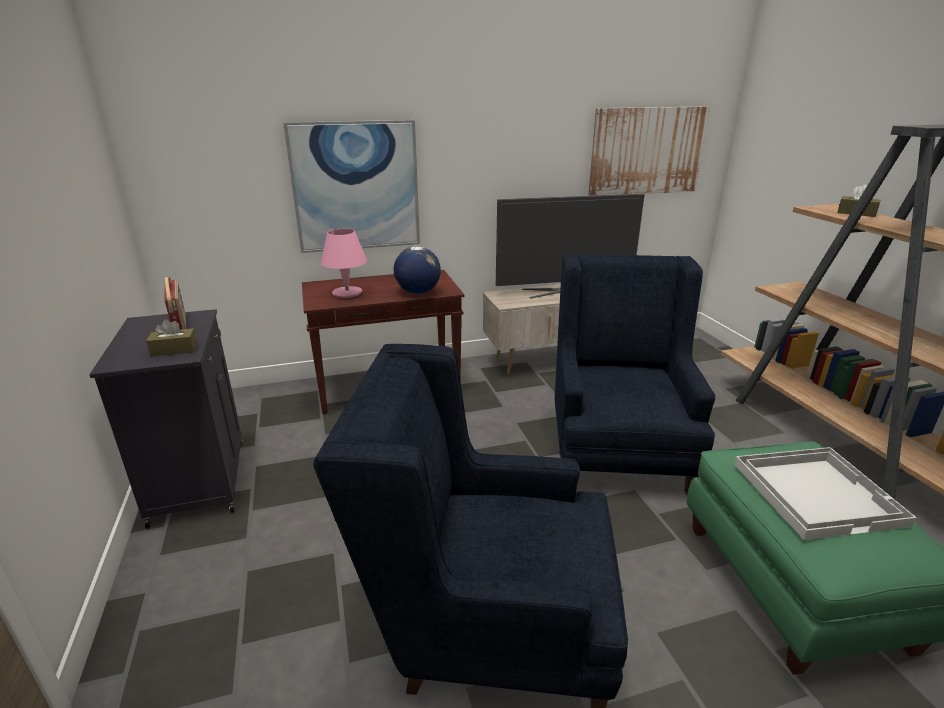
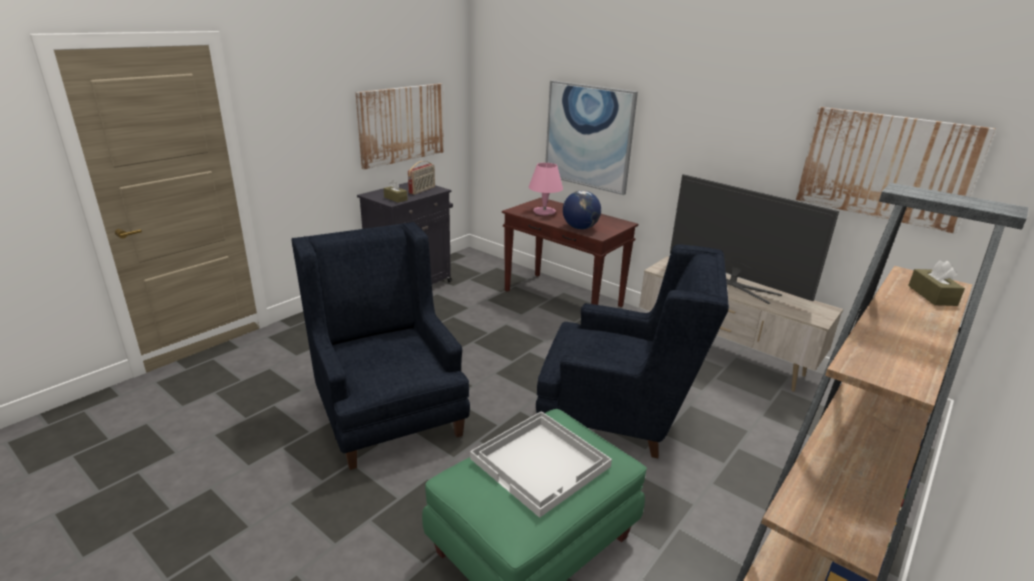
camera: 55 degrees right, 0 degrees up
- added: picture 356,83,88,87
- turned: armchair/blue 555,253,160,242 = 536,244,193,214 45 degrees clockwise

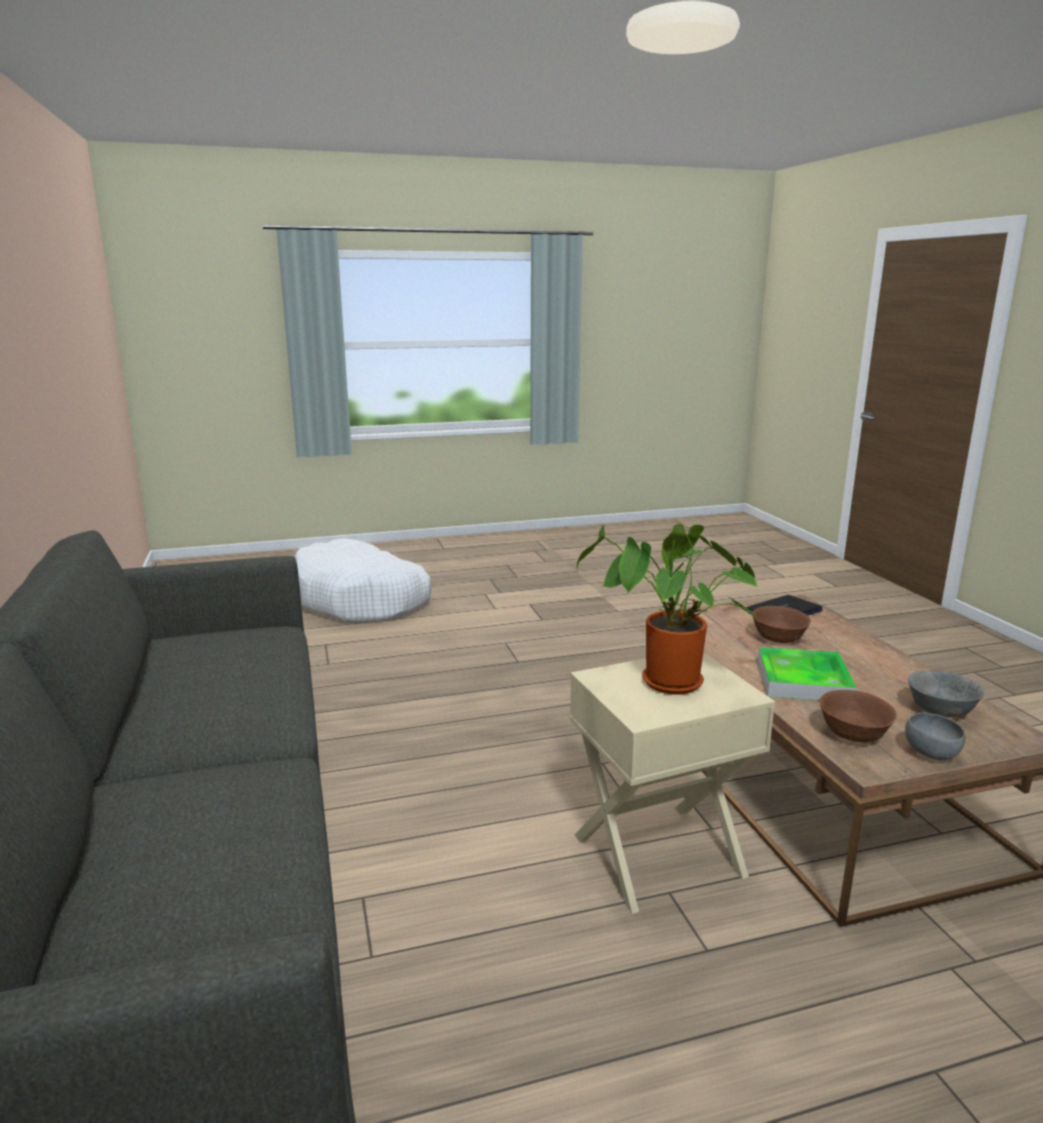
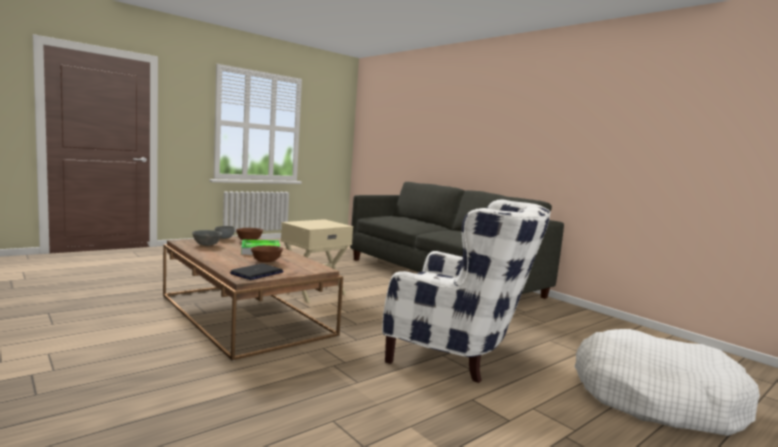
camera: 155 degrees right, 10 degrees down
- added: armchair/white 382,199,169,184
- removed: potted plant 577,524,183,171

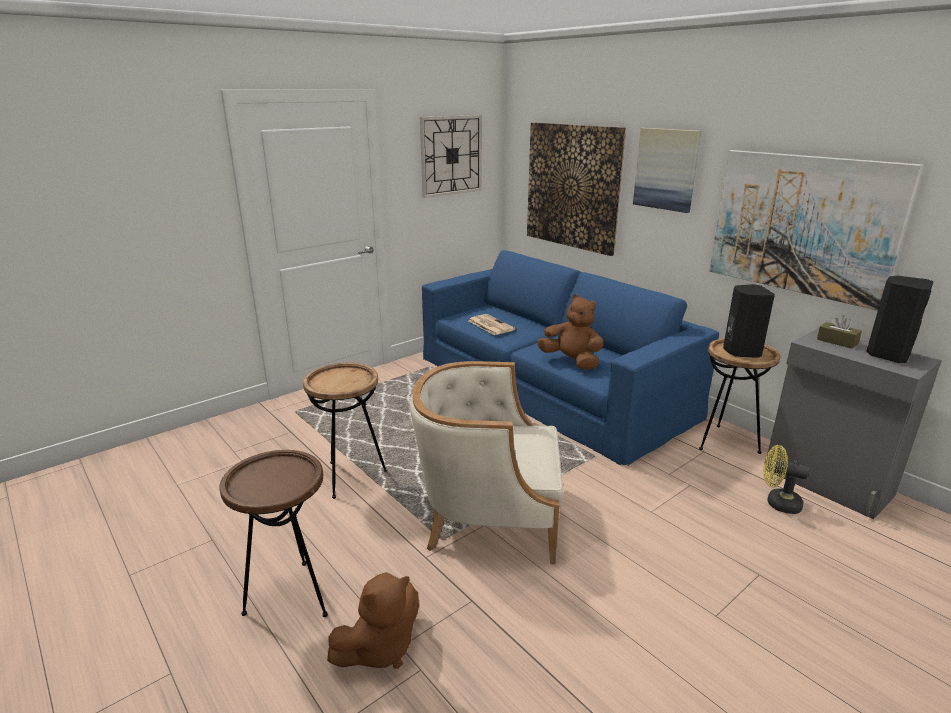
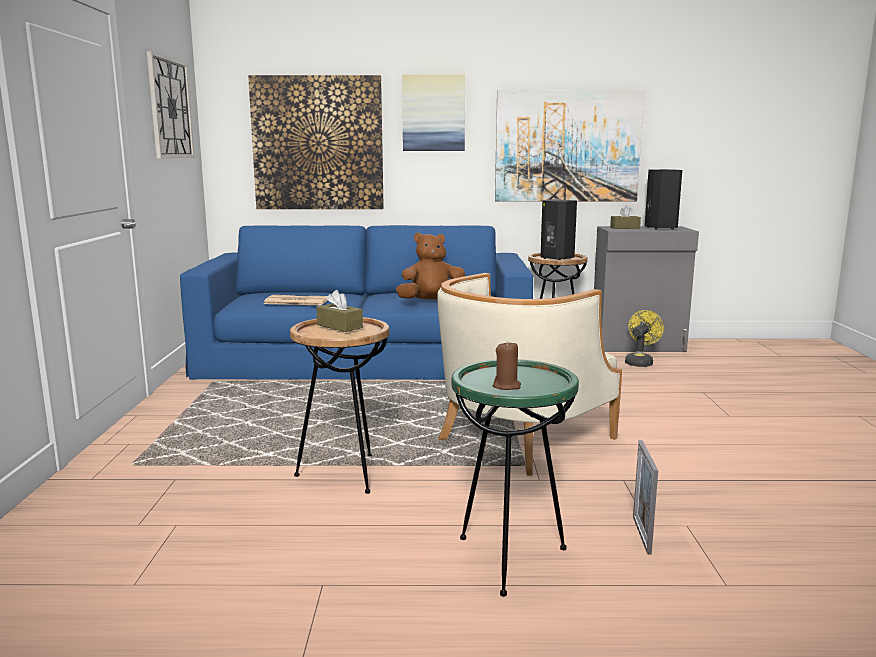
camera: 50 degrees left, 10 degrees down
- added: tissue box/brown 316,290,47,42
- recoloured: side table/brown 219,450,109,167 to side table/green 451,359,128,238
- added: candle/brown 493,341,28,49
- turned: fan/yellow 764,445,46,69 = 625,310,39,57 150 degrees clockwise
- replaced: plush toy/brown 327,572,92,97 to picture frame 633,440,25,115

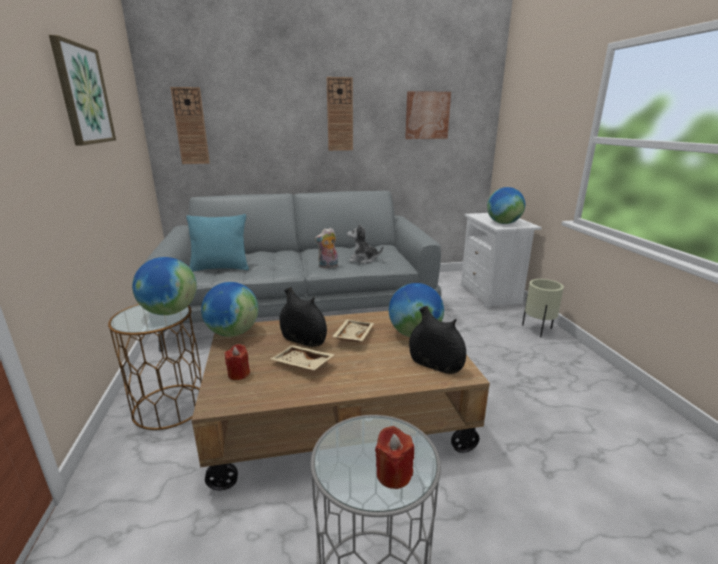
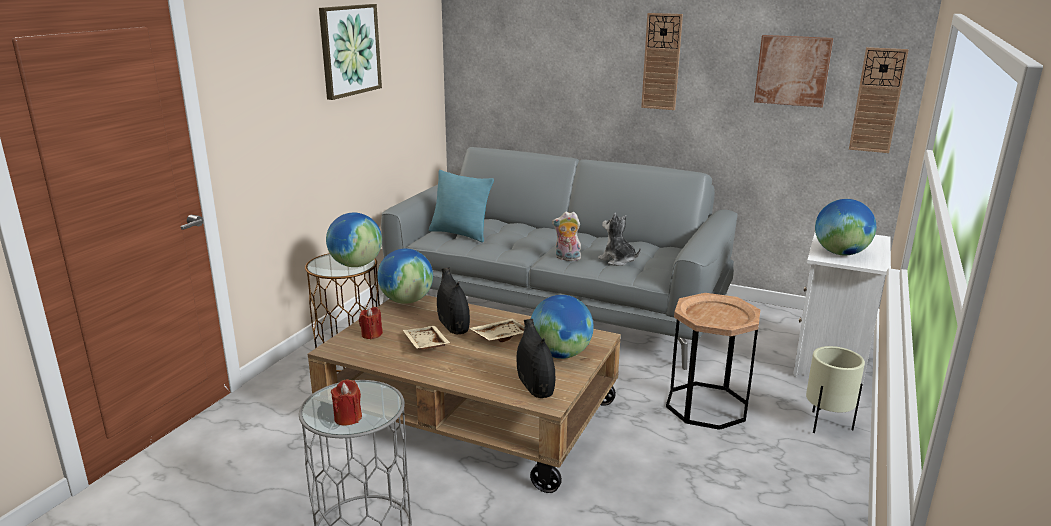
camera: 35 degrees right, 0 degrees up
- added: side table/brown 666,293,94,137
- moved: wall clock 170,87,40,77 to 849,47,60,106

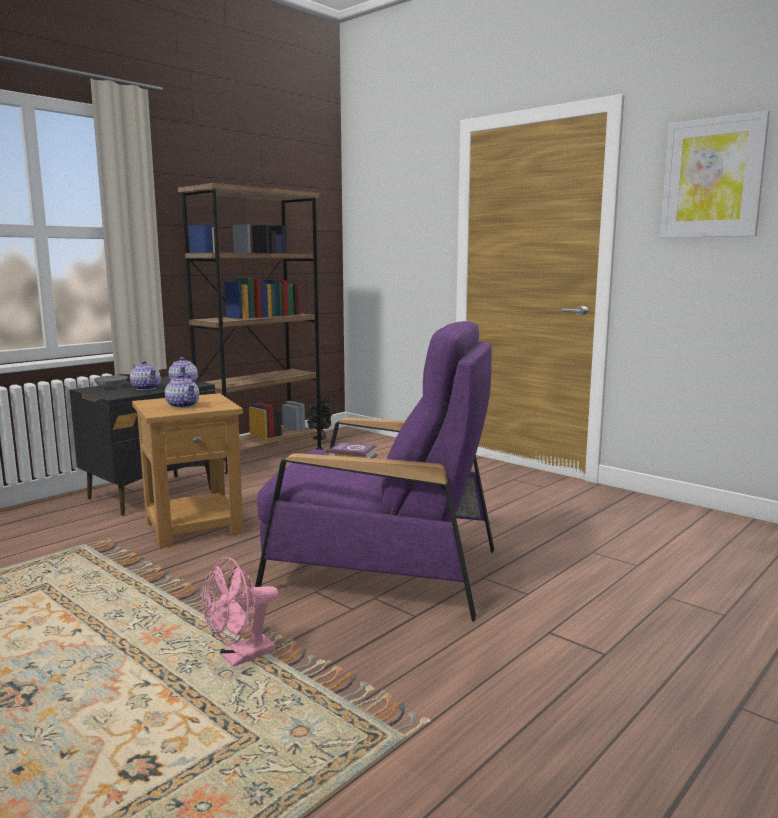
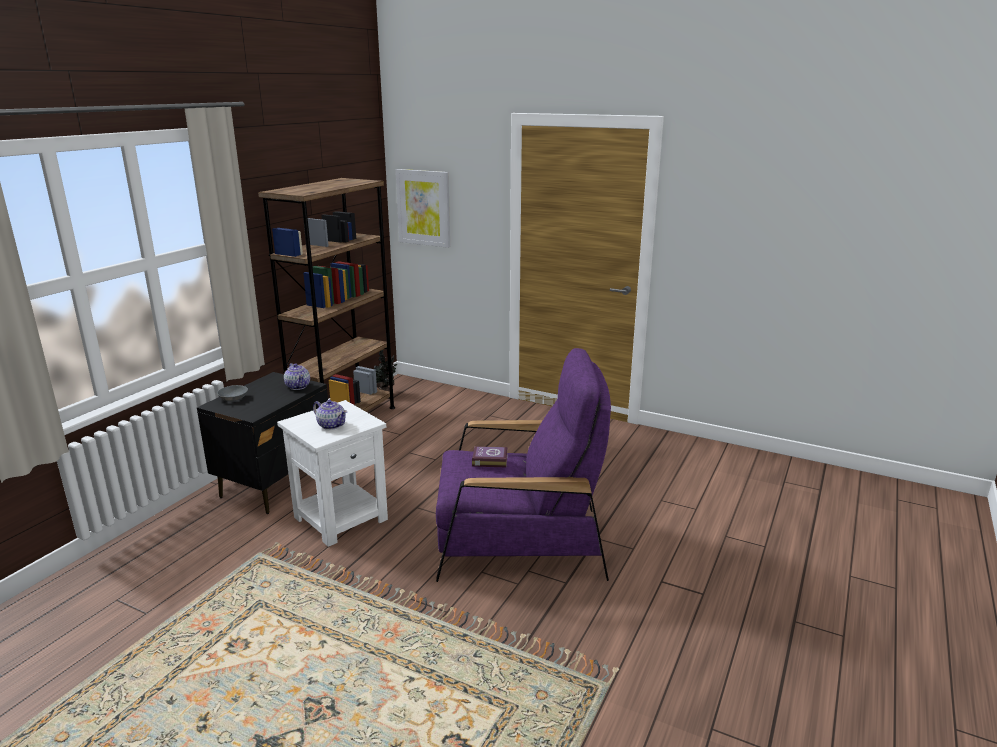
camera: 15 degrees left, 10 degrees up
- recoloured: side table/brown 132,393,111,155 to side table/white 277,400,111,147
- moved: picture 660,111,110,127 to 396,169,54,79
- removed: teapot 130,361,31,29
- removed: fan/pink 202,557,76,110

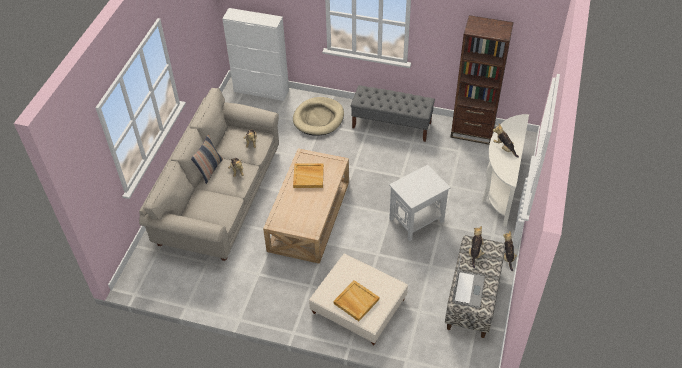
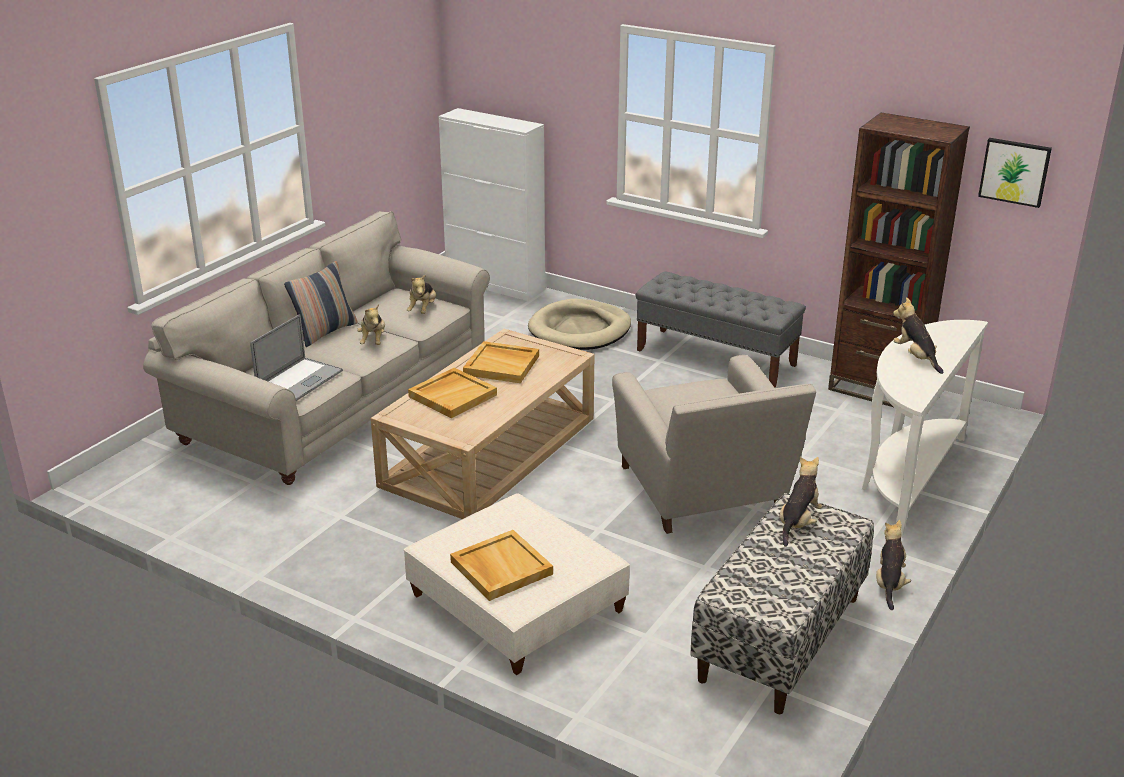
camera: 15 degrees right, 20 degrees down
- moved: laptop 452,255,33,53 to 250,314,93,87
- added: tray/beige 408,368,89,50
- replaced: side table/white 389,165,62,76 to armchair/beige 612,355,204,179
- added: picture 978,138,74,70

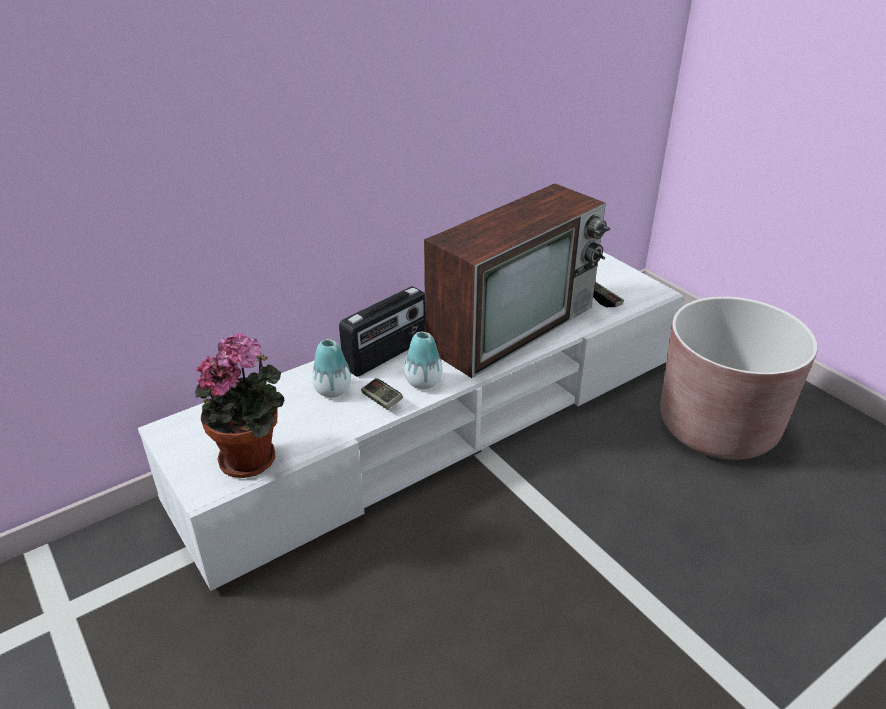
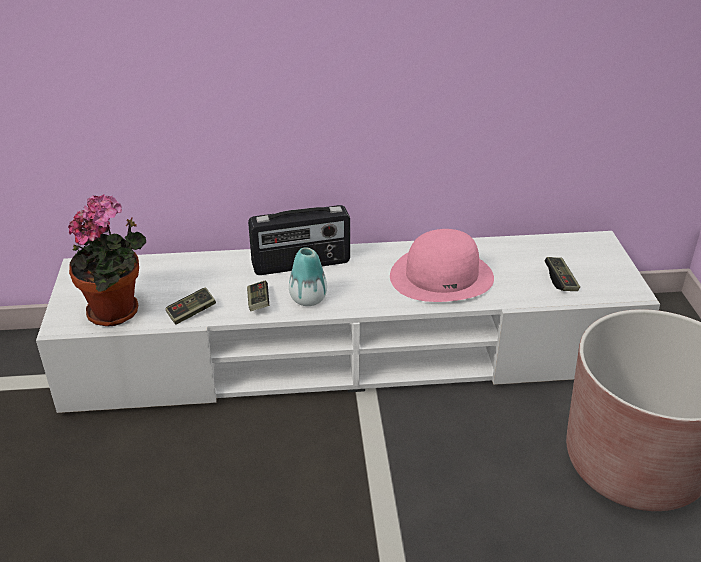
camera: 30 degrees right, 0 degrees up
- added: game controller 165,287,51,38
- replaced: television 424,184,186,194 to hat/pink 390,229,104,73
- removed: vase 312,339,39,59

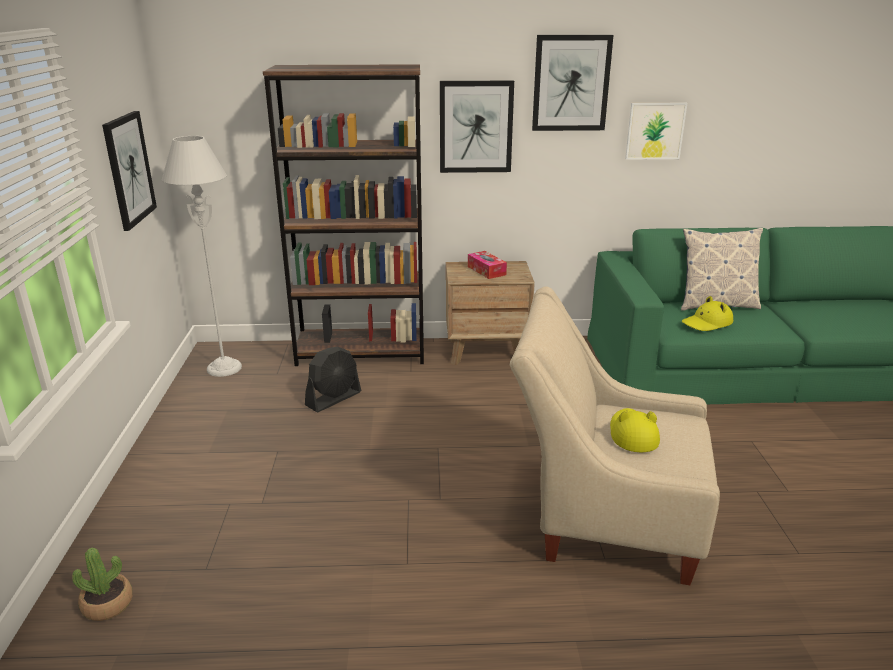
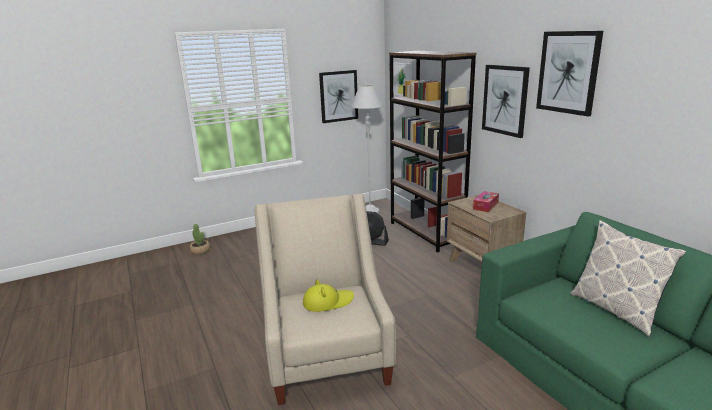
camera: 65 degrees right, 5 degrees down
- moved: picture 625,103,62,57 to 393,63,19,33
- removed: hat/yellow 682,296,51,35

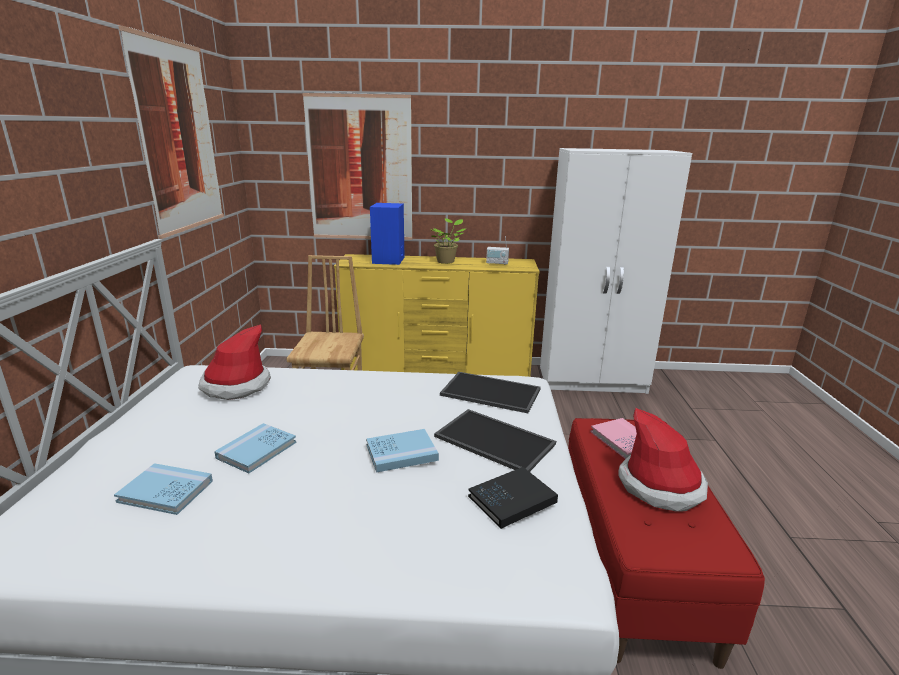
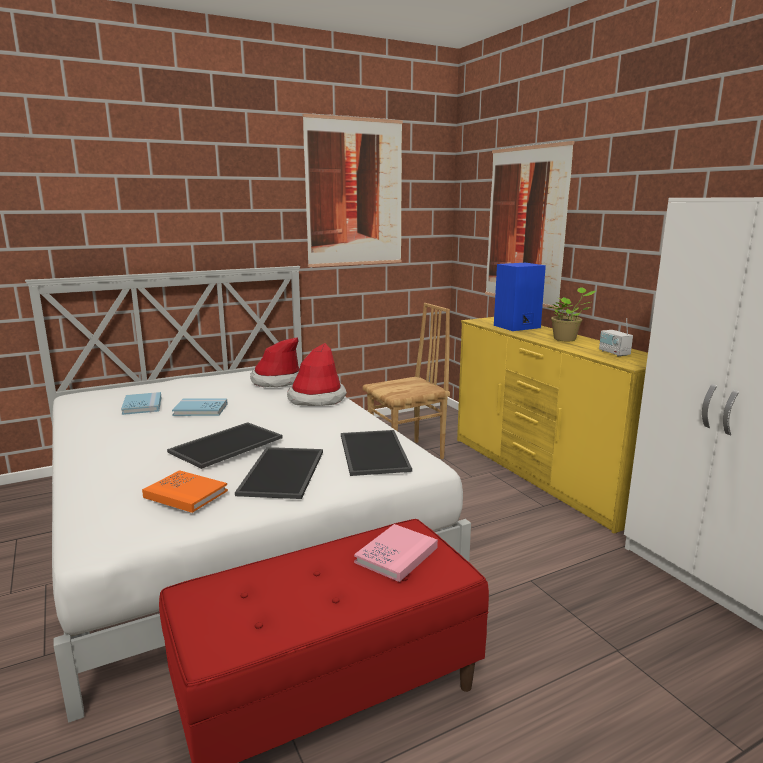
camera: 60 degrees right, 5 degrees down
- recoloured: book/black 468,467,90,62 to book/orange 142,470,86,43
- replaced: book/blue 366,429,73,44 to tray 167,422,116,47
- moved: hat 618,408,90,103 to 287,343,60,63

